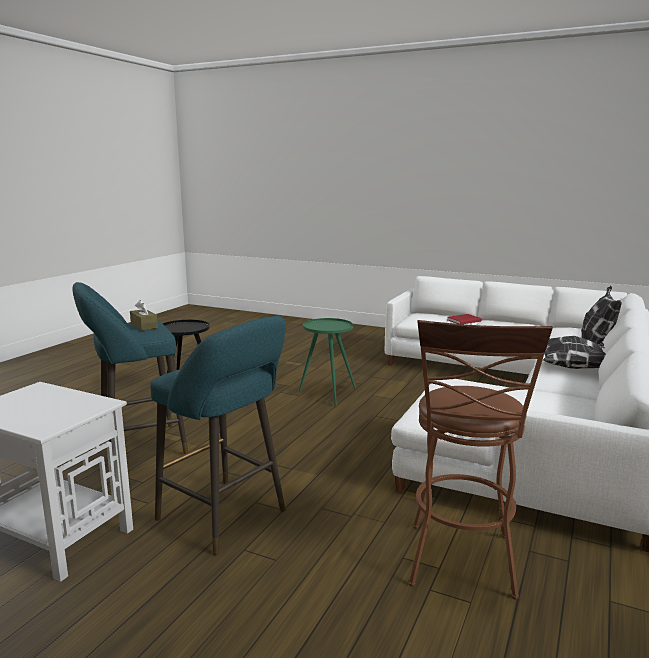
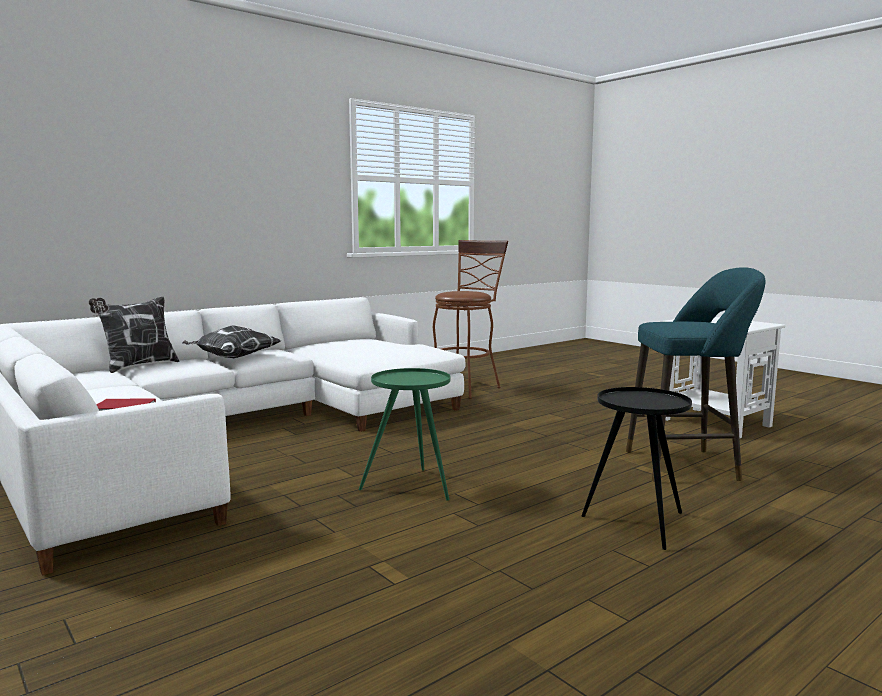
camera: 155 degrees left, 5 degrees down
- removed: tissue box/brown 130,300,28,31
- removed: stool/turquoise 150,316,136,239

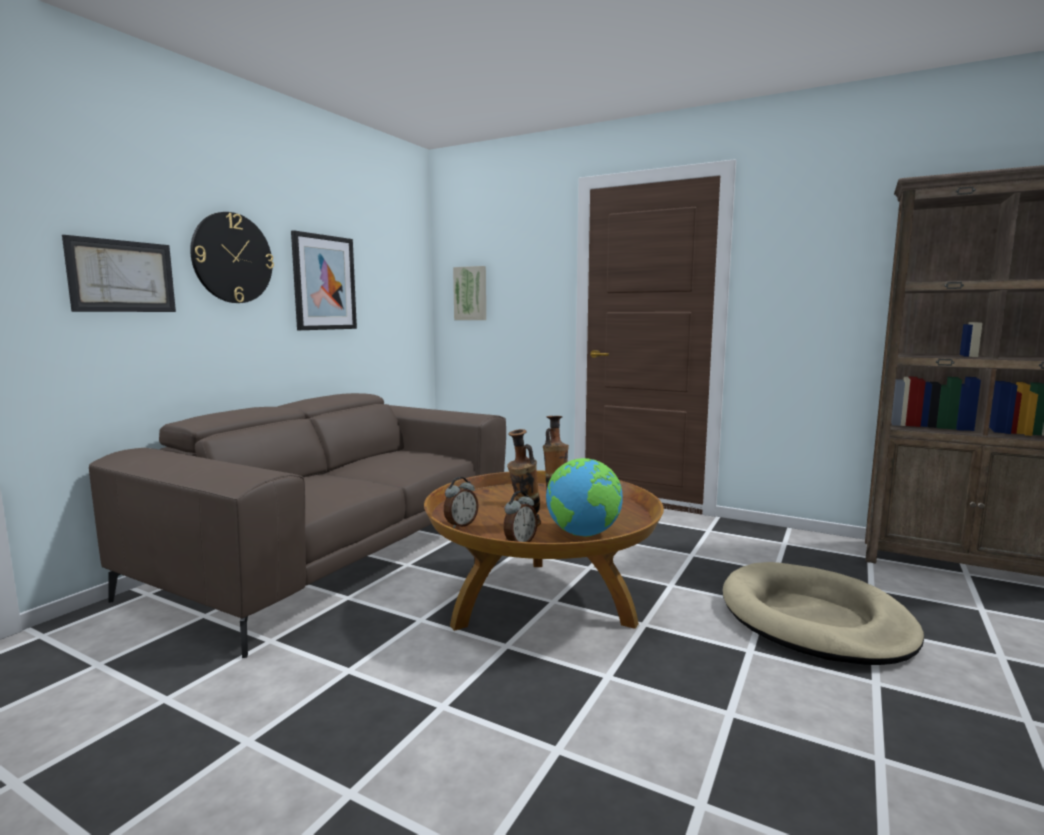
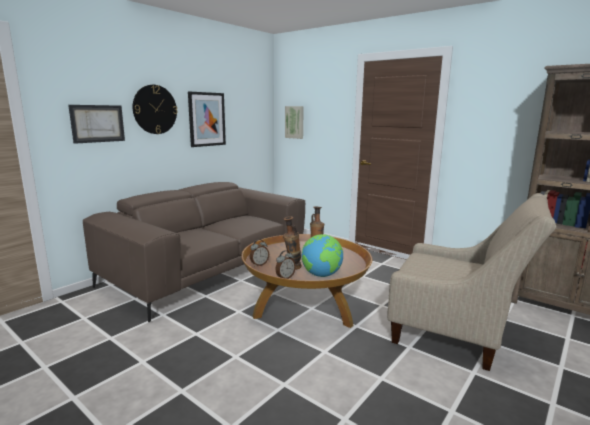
camera: 10 degrees right, 5 degrees up
- replaced: dog bed/beige 723,562,201,103 to armchair/beige 387,193,169,178

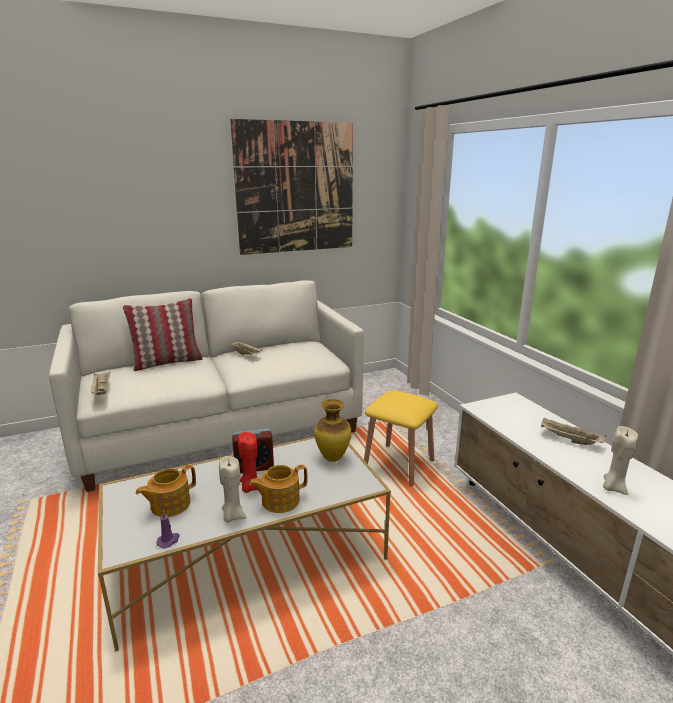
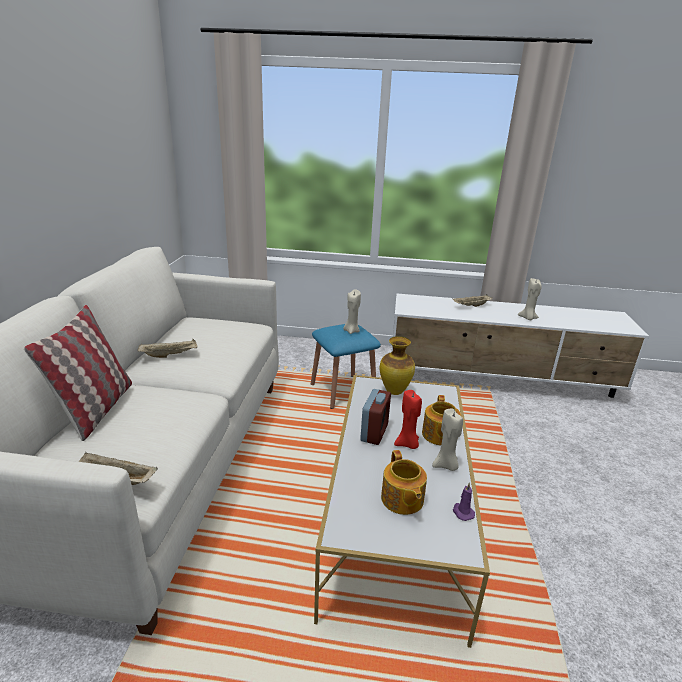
camera: 60 degrees left, 5 degrees up
- recoloured: stool/yellow 364,390,74,96 to stool/blue 311,324,70,85
- added: candle/beige 343,290,18,44
- removed: picture 230,119,123,136

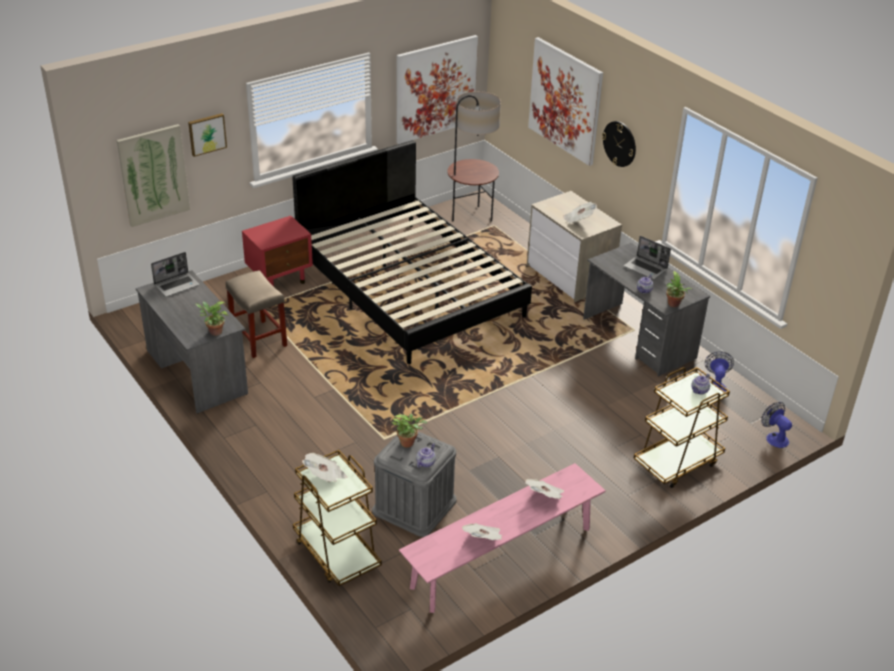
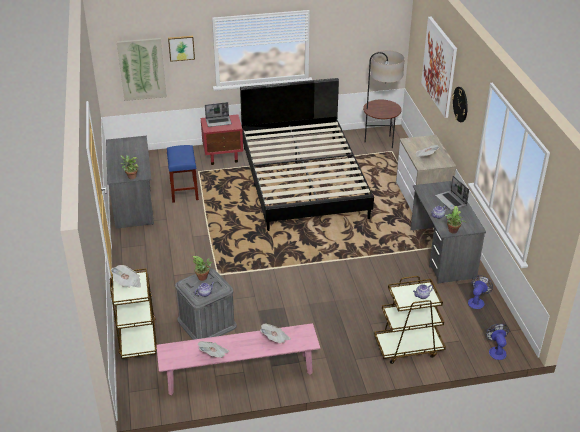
camera: 25 degrees right, 0 degrees up
- recoloured: stool/beige 226,270,61,88 to stool/blue 167,145,32,58
- moved: laptop 151,252,49,45 to 205,102,27,25
- removed: picture 397,35,81,109

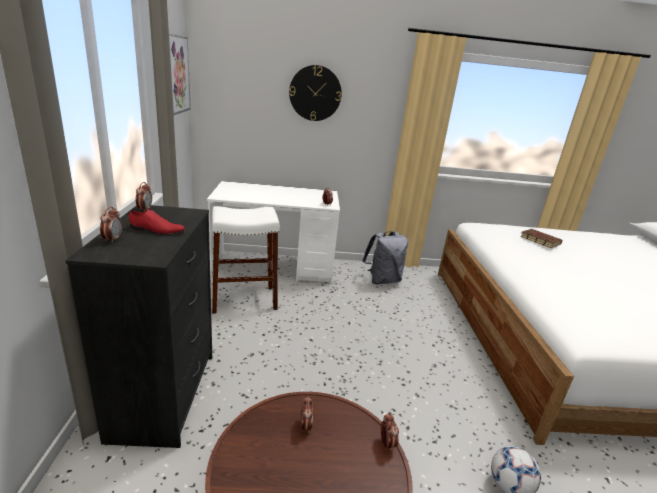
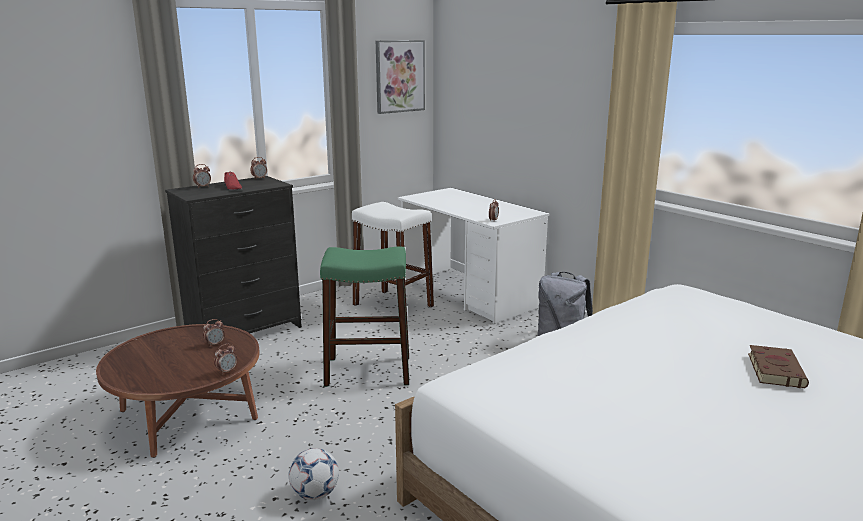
camera: 55 degrees right, 5 degrees down
- added: stool/green 320,247,89,140
- moved: book/brown 521,229,41,19 to 748,345,61,43
- removed: wall clock 289,65,53,56

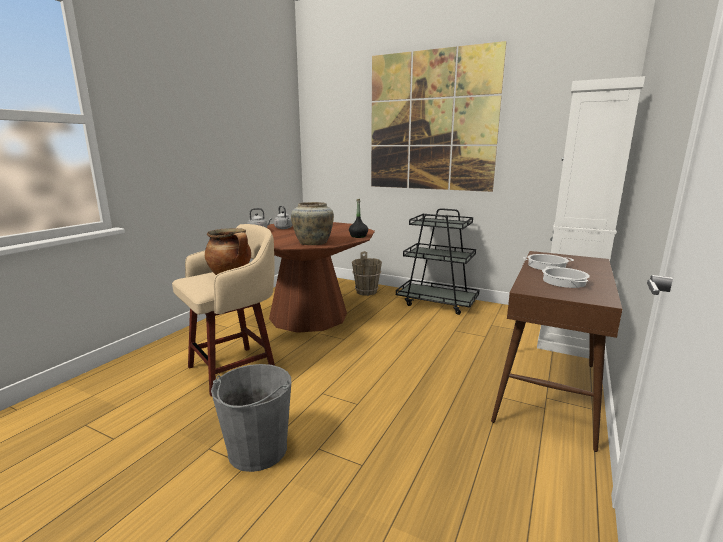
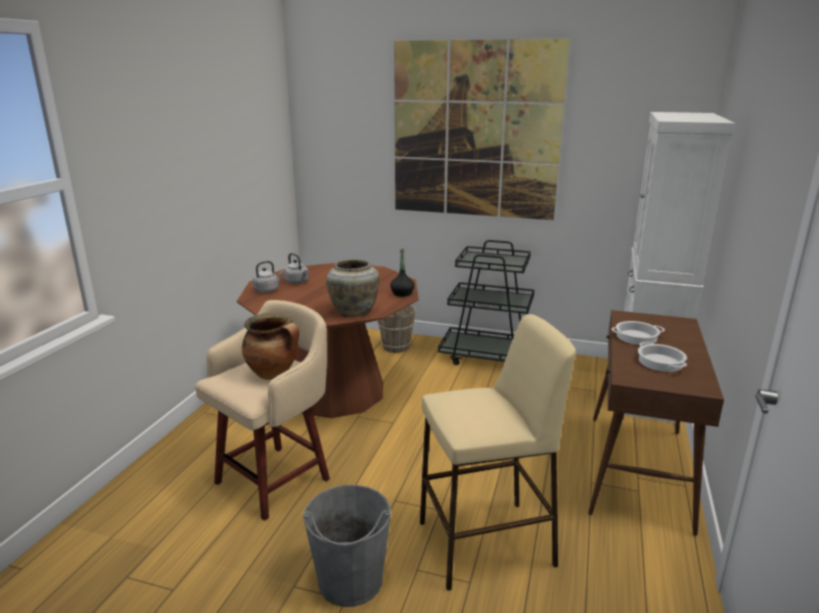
camera: 10 degrees left, 5 degrees up
- added: stool/beige 420,314,156,277

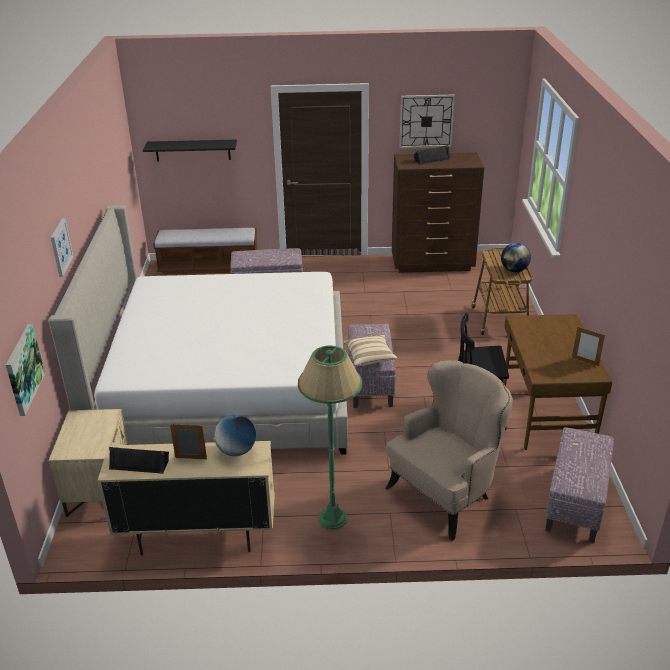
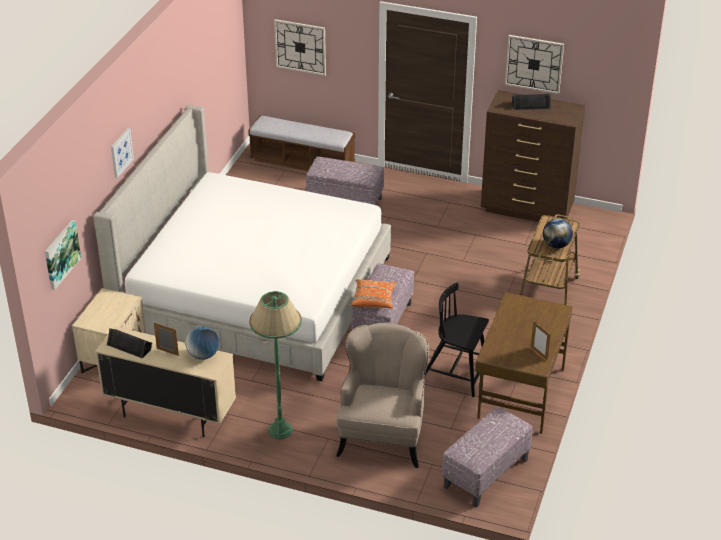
camera: 20 degrees right, 5 degrees up
- replaced: shelf/black 143,139,94,23 to wall clock 274,19,52,57
- turned: armchair/beige 385,360,128,181 = 336,323,93,145 60 degrees counterclockwise
- recoloured: pillow/beige 343,335,55,31 to pillow/orange 351,279,45,30

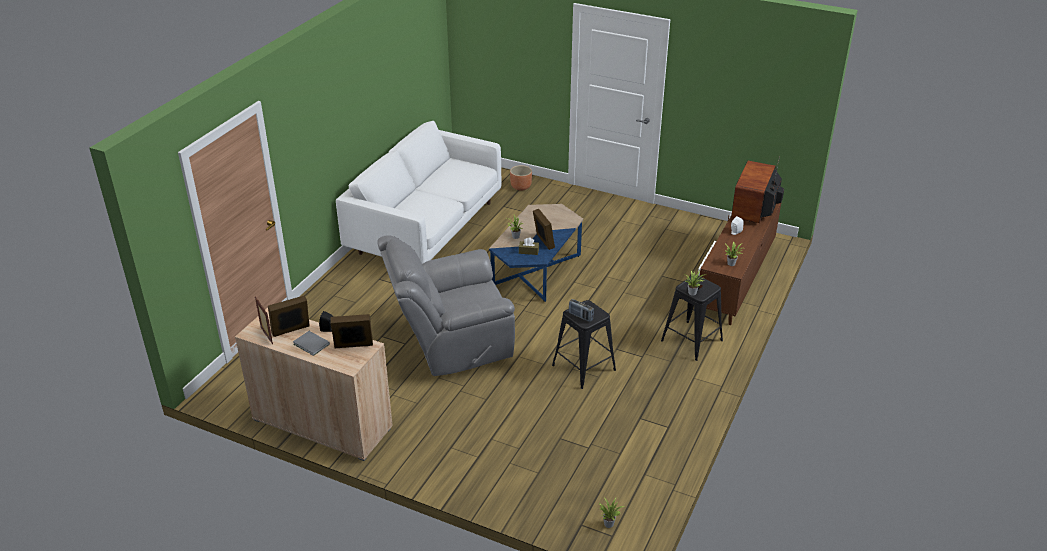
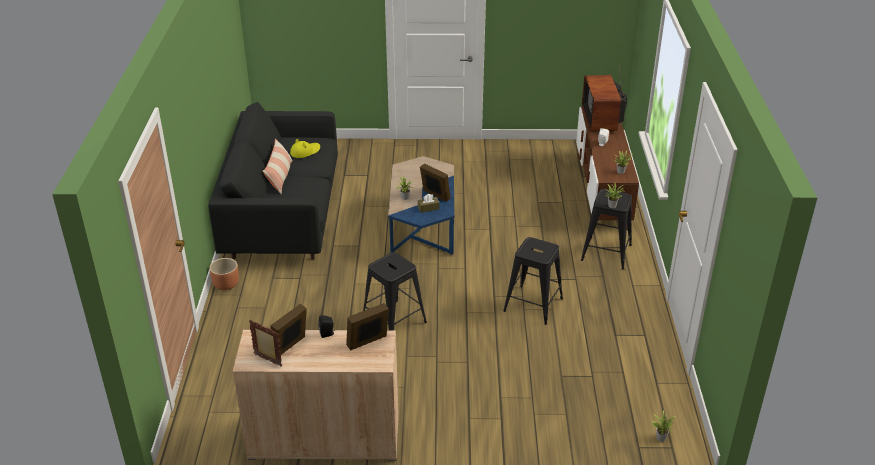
camera: 25 degrees left, 0 degrees up
- recoloured: sofa/white 336,121,165,143 to sofa/black 208,102,130,158
- moved: planter/brown 510,165,22,26 to 209,258,30,32
- added: pillow 263,139,30,55
- added: hat/yellow 290,139,30,19
- replaced: armchair/grey 377,235,138,141 to stool/black 363,252,64,79
- removed: book/grey 293,331,37,25
- removed: radio 569,299,25,23

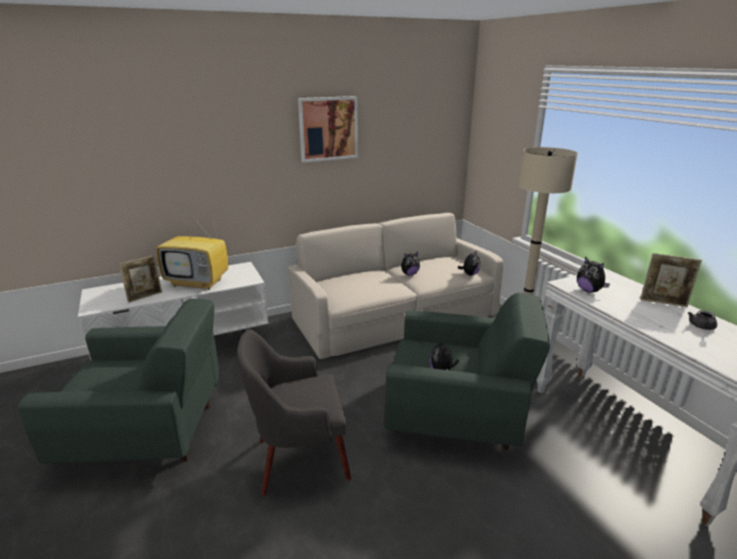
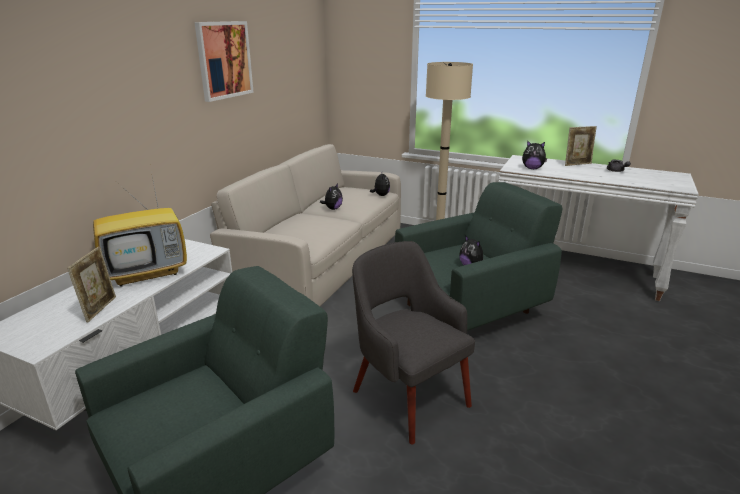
camera: 40 degrees left, 0 degrees up
- turned: armchair/grey 237,329,114,167 = 352,241,123,204 105 degrees clockwise

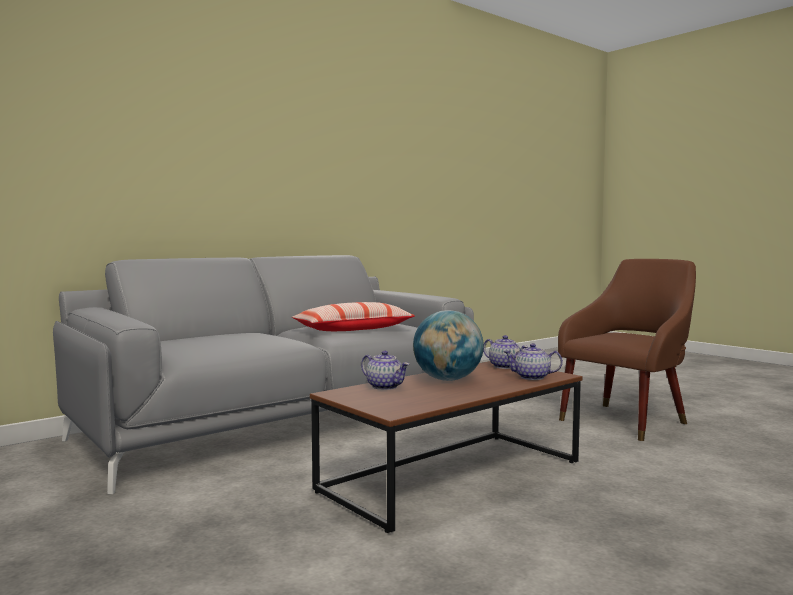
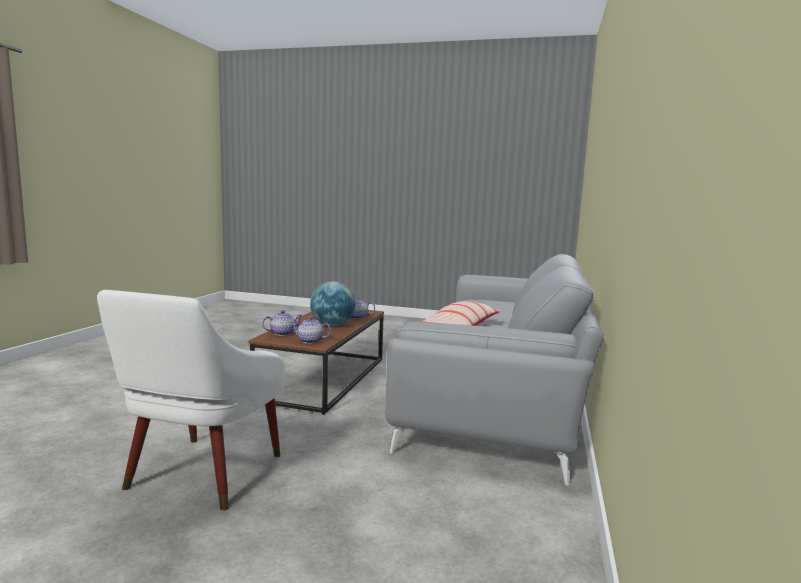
camera: 145 degrees right, 5 degrees up
- recoloured: armchair/brown 558,259,138,182 to armchair/white 97,290,188,220

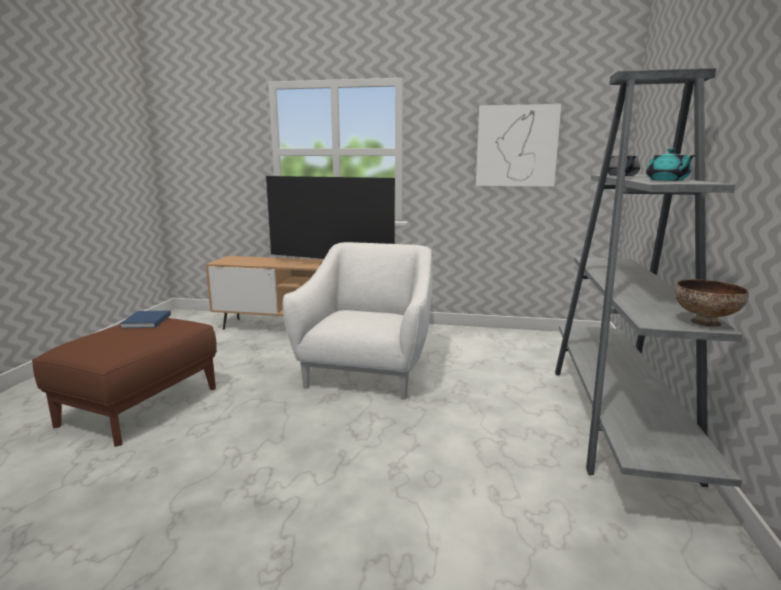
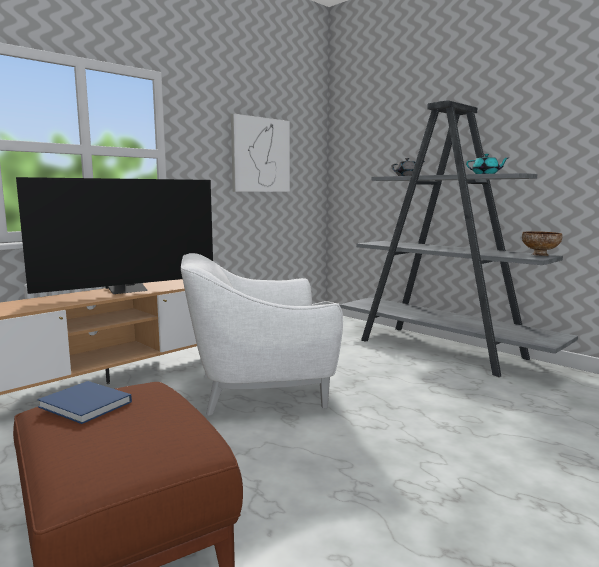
camera: 55 degrees left, 5 degrees down
- turned: armchair/white 283,242,149,158 = 181,253,162,163 60 degrees counterclockwise

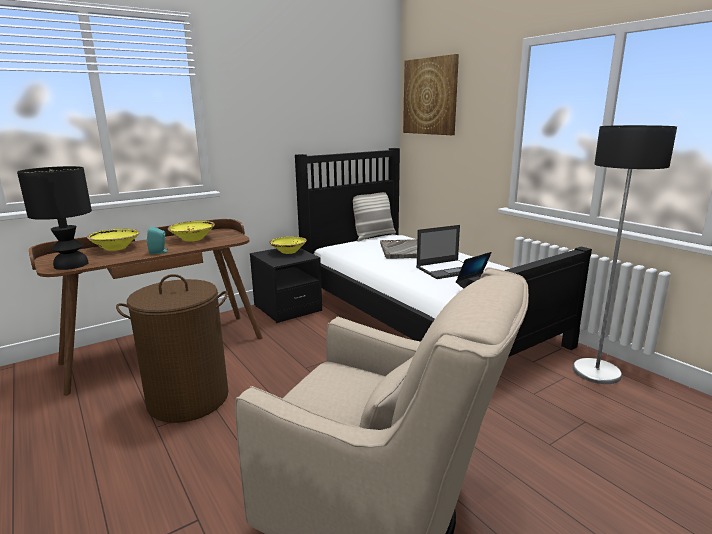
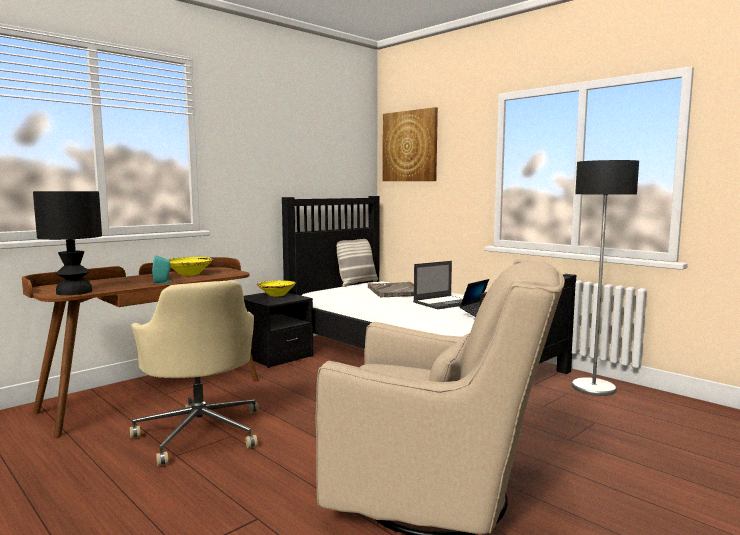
camera: 10 degrees left, 10 degrees down
- replaced: laundry basket/brown 116,274,112,149 to office chair/beige 130,280,129,186
- removed: bowl/yellow 87,229,53,22

